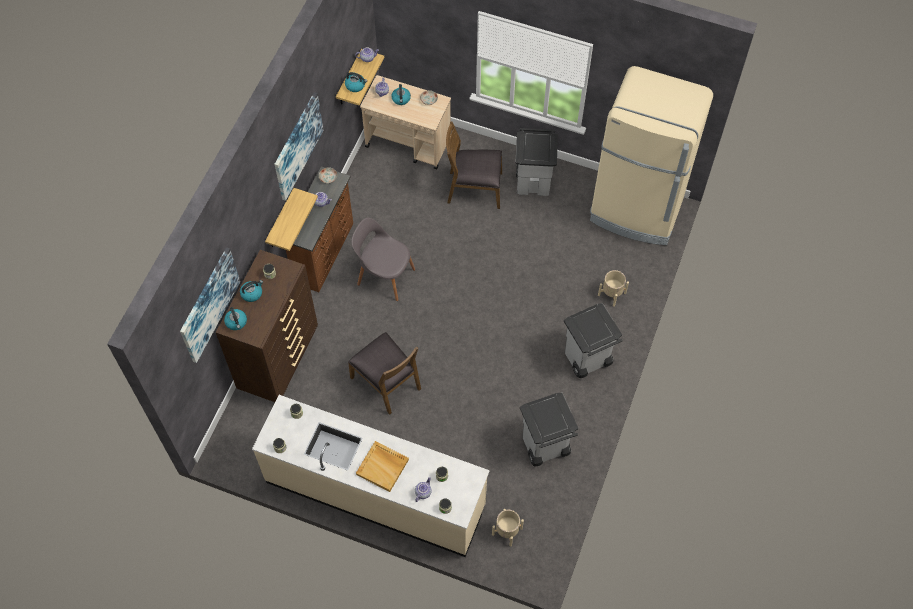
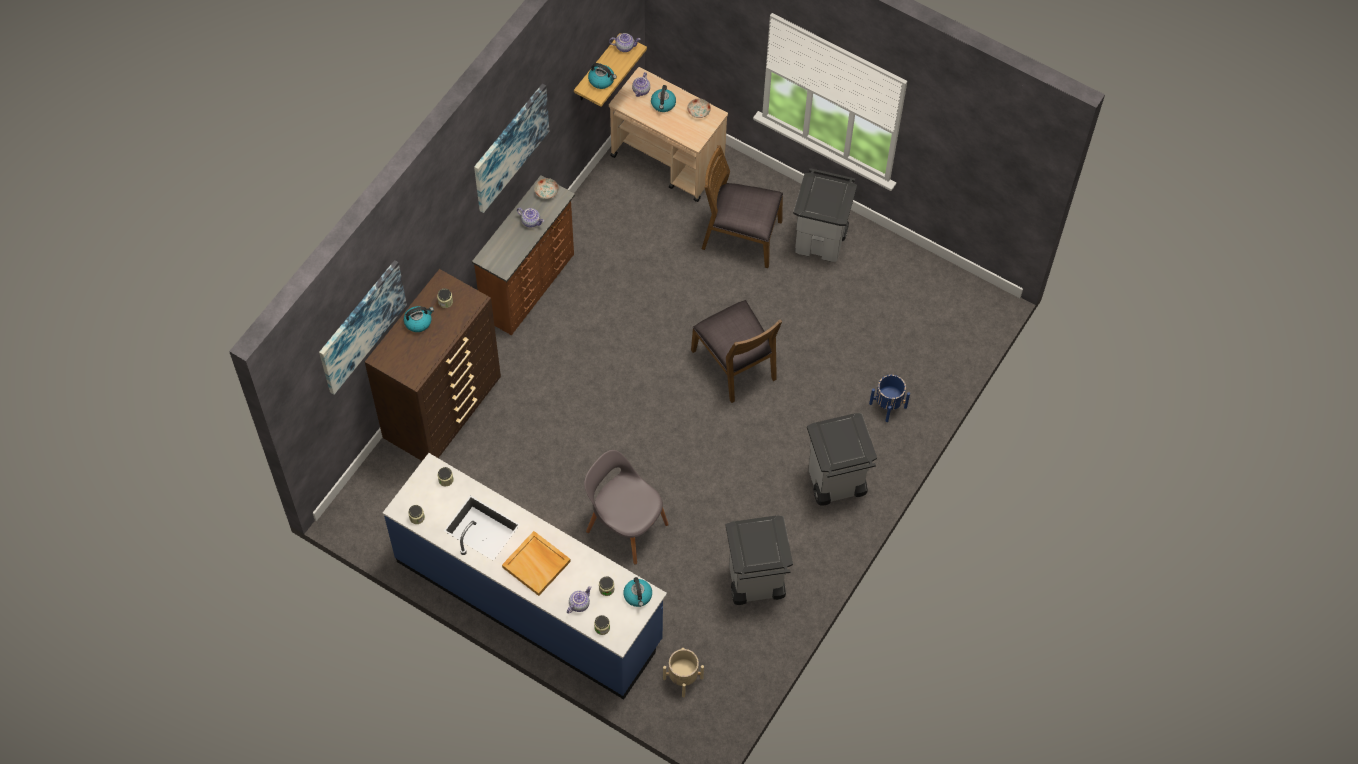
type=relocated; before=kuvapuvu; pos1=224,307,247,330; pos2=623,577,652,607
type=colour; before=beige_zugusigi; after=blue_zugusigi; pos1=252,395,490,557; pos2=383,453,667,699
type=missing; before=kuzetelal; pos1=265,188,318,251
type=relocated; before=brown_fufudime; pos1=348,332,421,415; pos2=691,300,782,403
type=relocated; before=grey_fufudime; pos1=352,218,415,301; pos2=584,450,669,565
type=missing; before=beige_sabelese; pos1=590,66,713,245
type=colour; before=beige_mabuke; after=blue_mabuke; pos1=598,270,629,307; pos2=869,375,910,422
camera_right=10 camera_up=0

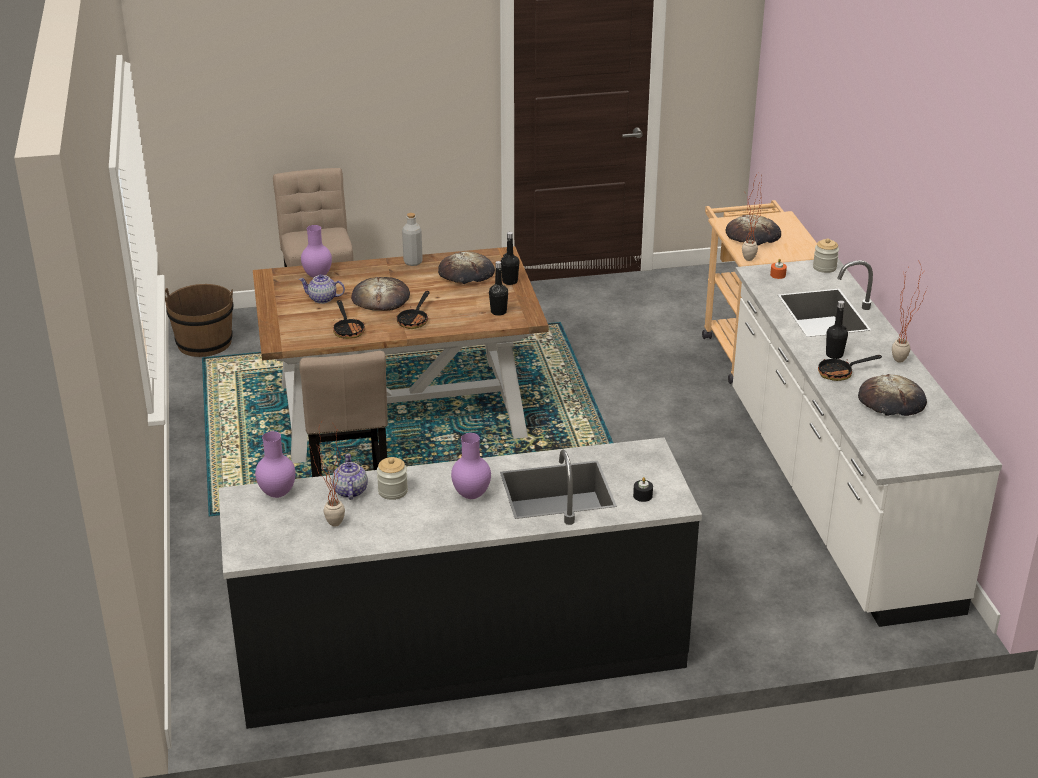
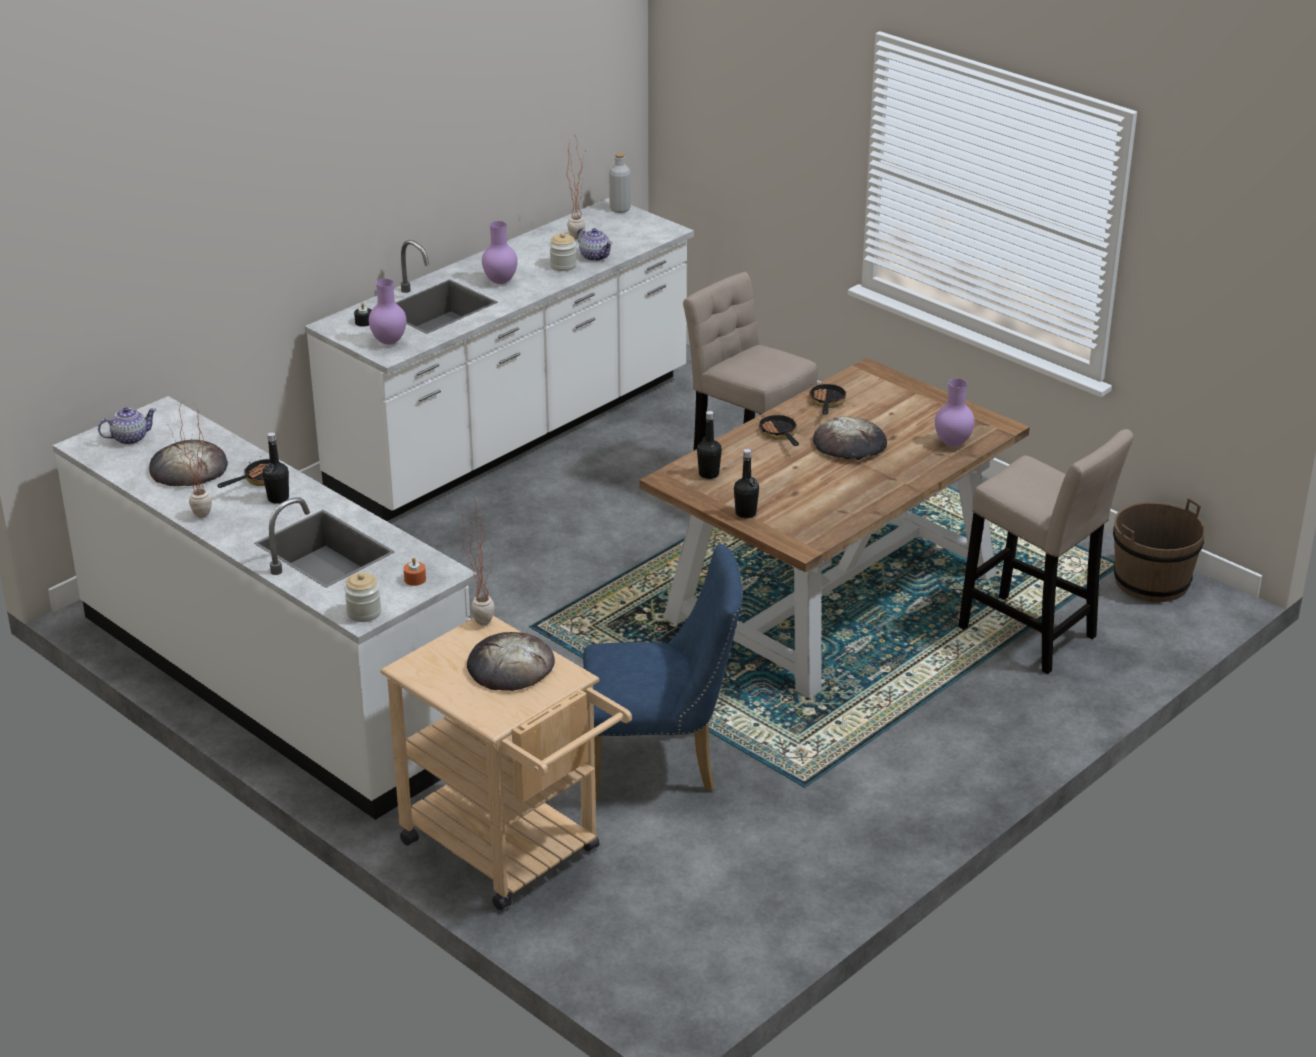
type=colour; before=black_zugusigi; after=white_zugusigi; pos1=219,438,702,729; pos2=305,198,694,521
type=relocated; before=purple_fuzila; pos1=255,431,296,498; pos2=369,279,406,345
type=relocated; before=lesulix; pos1=299,274,345,304; pos2=98,407,157,445
type=spun; before=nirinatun; pos1=333,300,365,339; pos2=809,382,846,414; turn=60
type=relocated; before=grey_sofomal; pos1=402,213,423,266; pos2=609,153,631,213
type=missing; before=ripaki; pos1=438,252,495,284
type=appeared; after=blue_fufudime; pos2=583,544,743,800
camera_right=145 camera_up=0

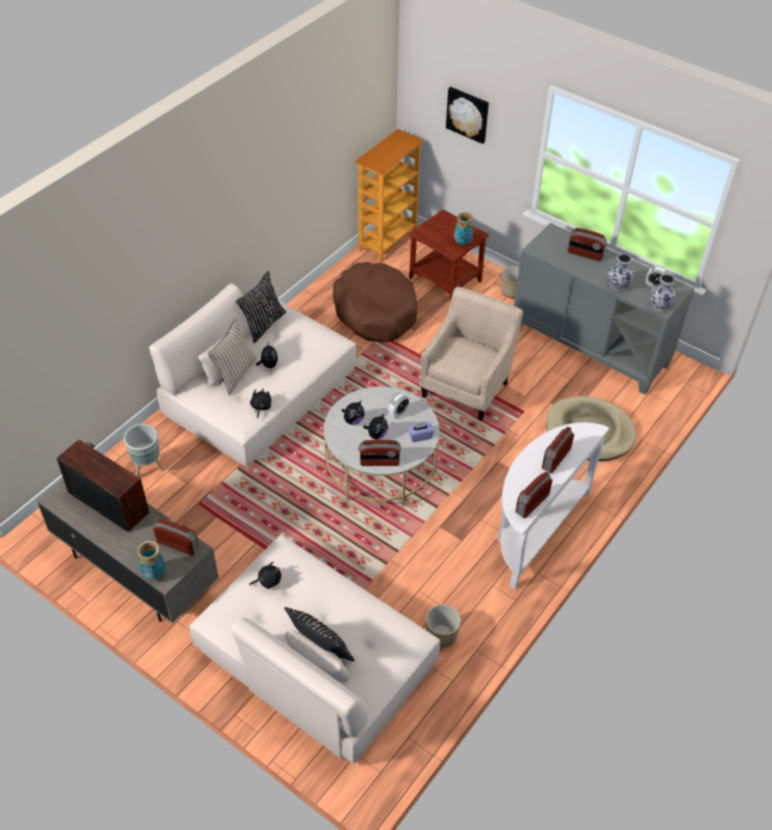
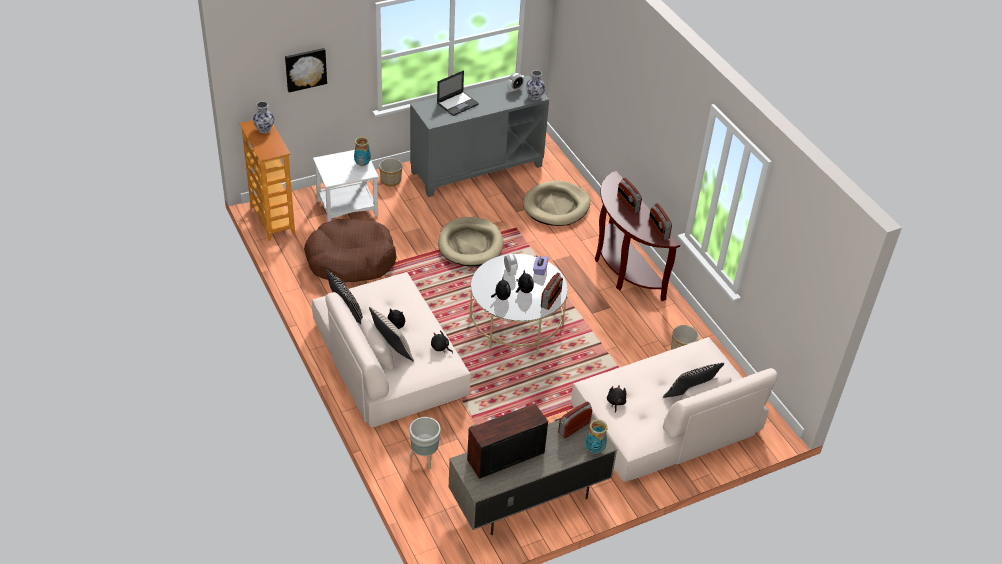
type=colour; before=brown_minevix; after=white_minevix; pos1=408,209,489,302; pos2=313,150,379,222
type=exchanged; before=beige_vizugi; after=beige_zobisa; pos1=420,286,523,421; pos2=438,217,503,267
type=colour; before=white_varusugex; after=brown_varusugex; pos1=496,422,609,589; pos2=595,171,680,301
type=exchanged; before=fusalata; after=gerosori; pos1=568,228,607,261; pos2=437,70,479,116
type=relocated; before=fuzila; pos1=608,254,633,291; pos2=253,102,274,133
camera_right=-65 camera_up=-5

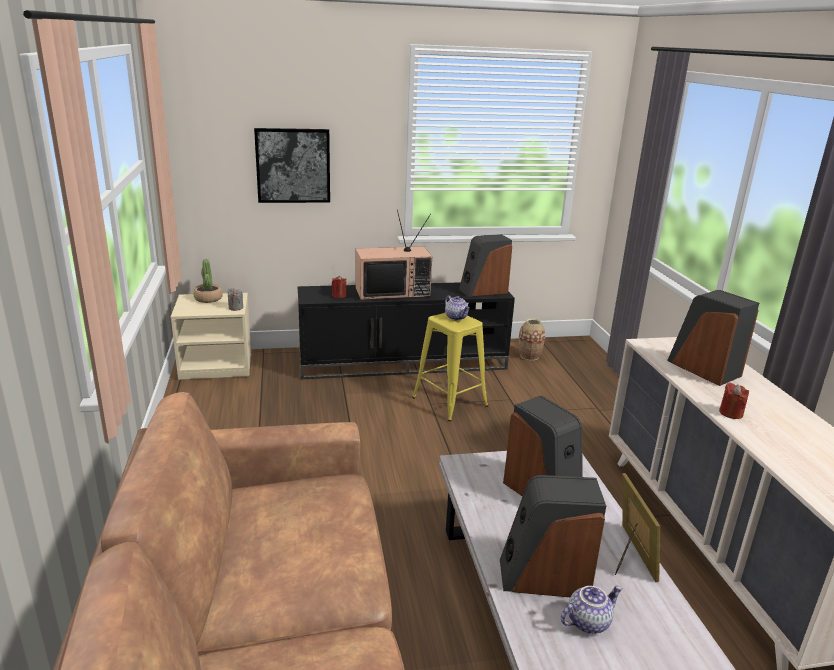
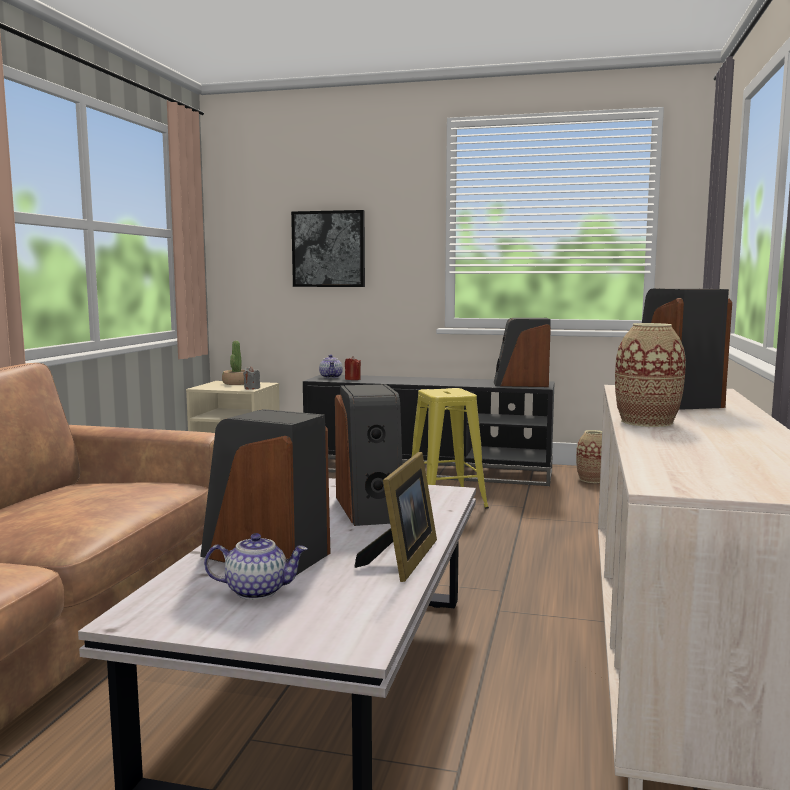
type=missing; before=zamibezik; pos1=355,209,432,300
type=relocated; before=lesulix; pos1=445,295,470,320; pos2=319,354,343,378
type=exchanged; before=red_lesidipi; after=fuzila; pos1=719,382,749,419; pos2=615,323,686,427
camera_right=25 camera_up=-15

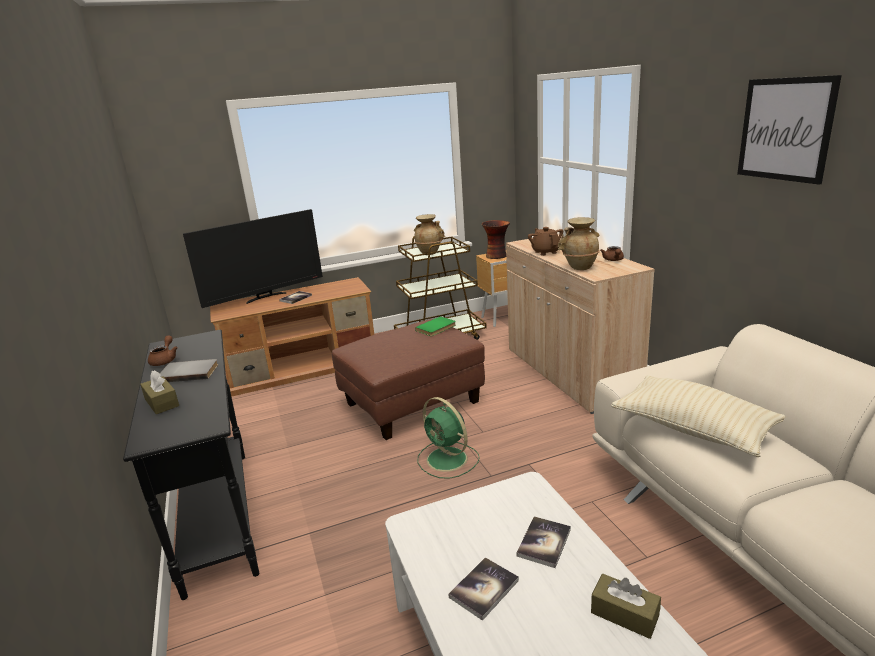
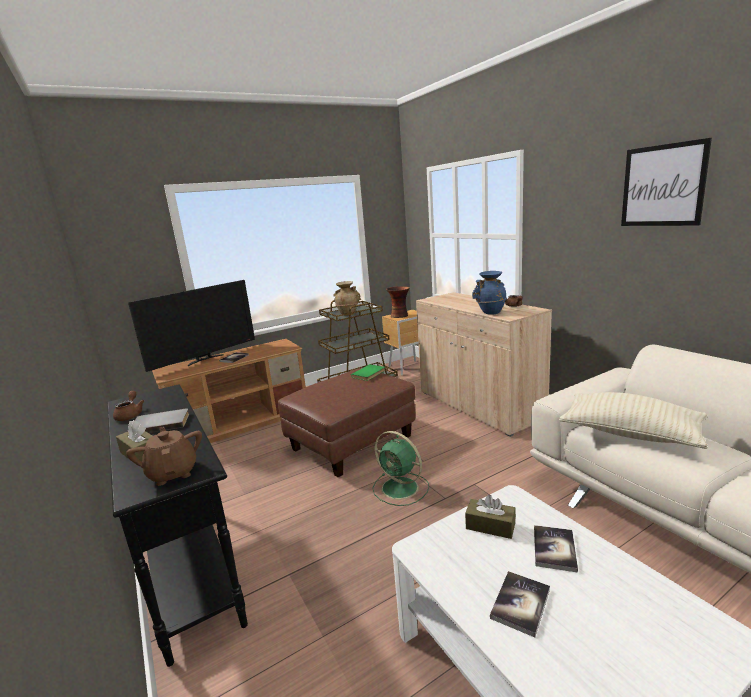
type=relocated; before=brown_lesulix; pos1=528,227,563,256; pos2=126,427,202,486
type=colour; before=beige_fuzila; after=blue_fuzila; pos1=558,217,600,270; pos2=472,271,507,314
type=relocated; before=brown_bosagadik; pos1=591,574,661,639; pos2=465,495,516,539
camera_right=-10 camera_up=-5

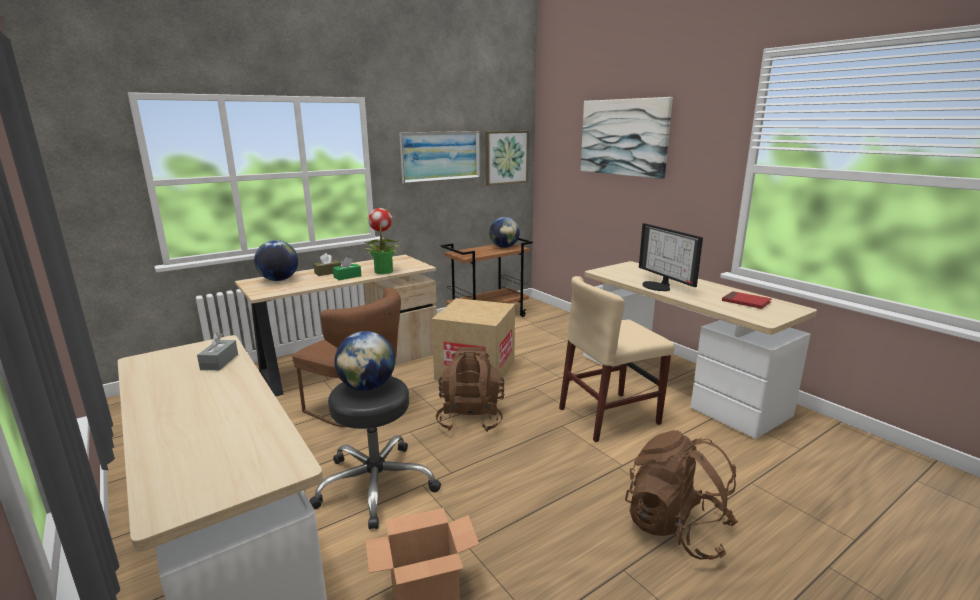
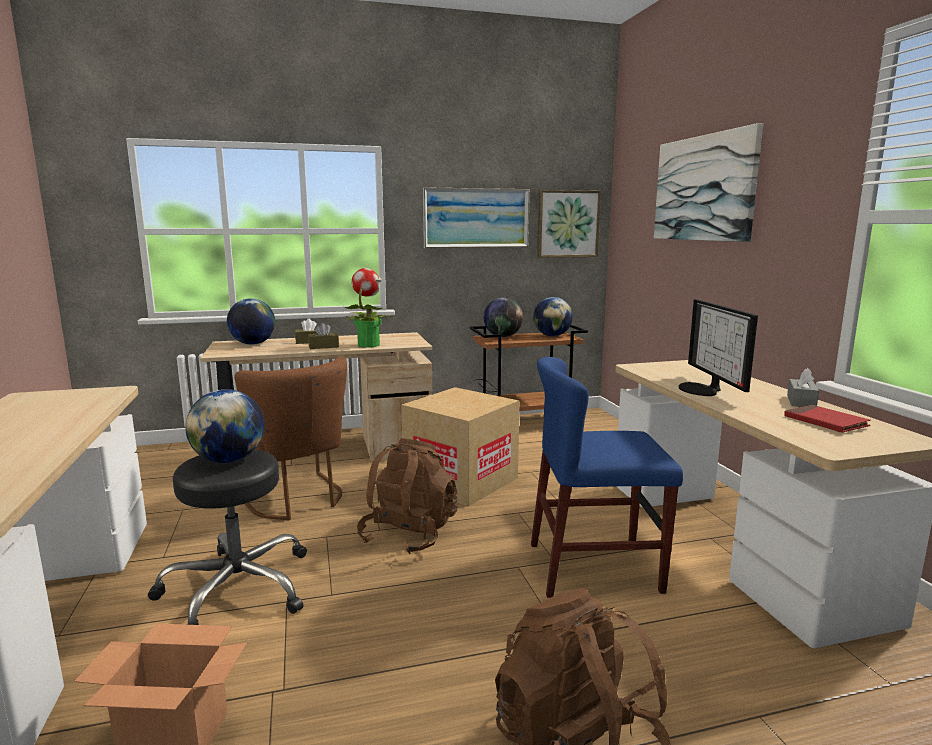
type=relocated; before=grey_bosagadik; pos1=197,332,238,370; pos2=787,368,819,407
type=colour; before=green_bosagadik; after=brown_bosagadik; pos1=333,257,361,280; pos2=308,323,339,349
type=colour; before=beige_fufudime; after=blue_fufudime; pos1=559,276,674,442; pos2=531,357,683,598
type=appeared; after=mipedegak; pos2=484,297,523,337
camera_right=20 camera_up=-5

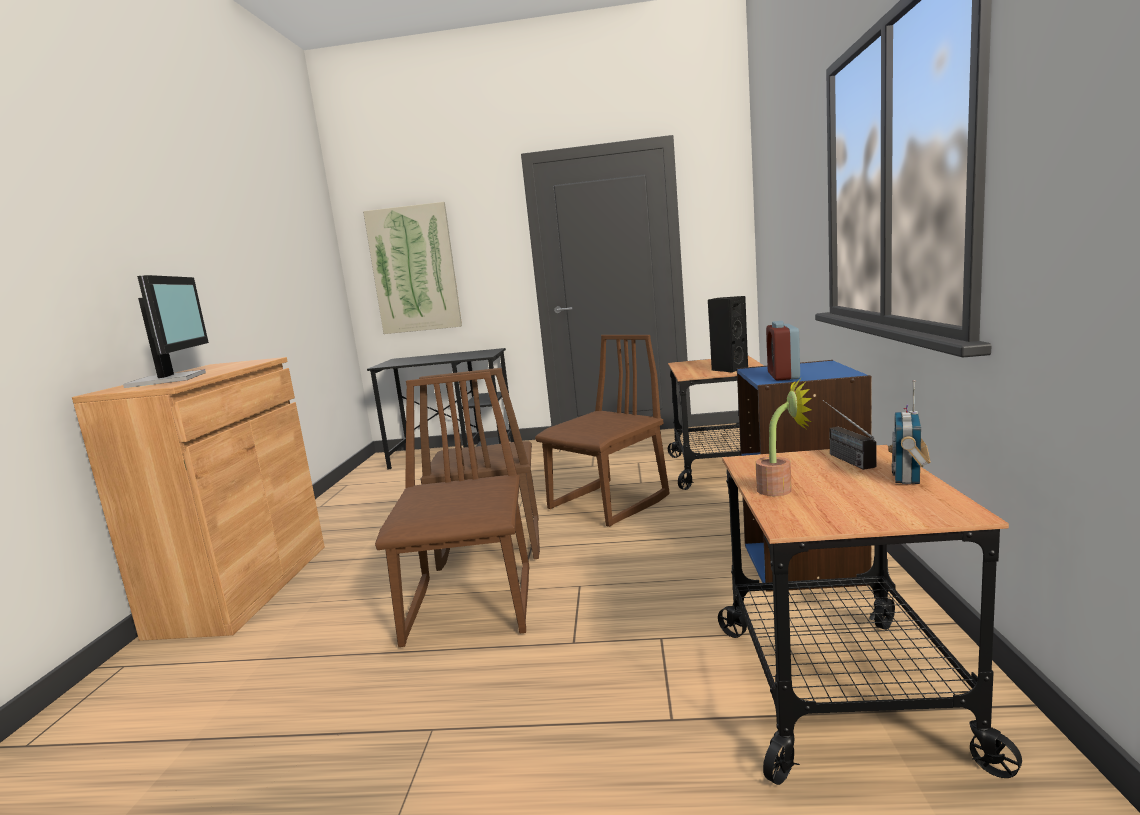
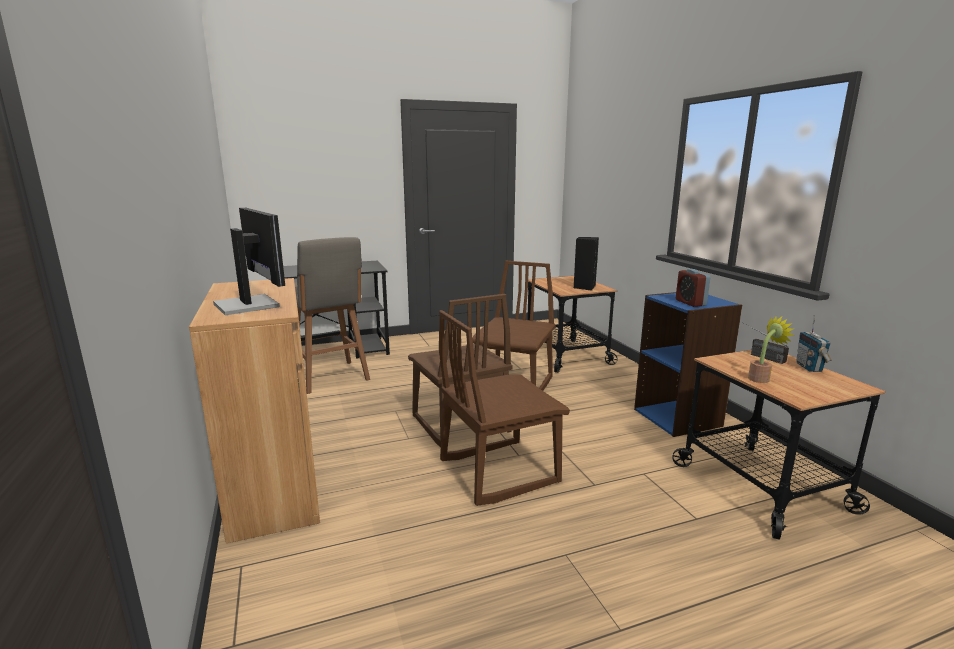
type=missing; before=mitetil; pos1=363,202,462,334
type=spun; before=brown_fufudime; pos1=375,372,529,647; pos2=439,310,570,506; turn=-90
type=appeared; after=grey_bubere; pos2=295,237,370,394
camera_right=-25 camera_up=5

